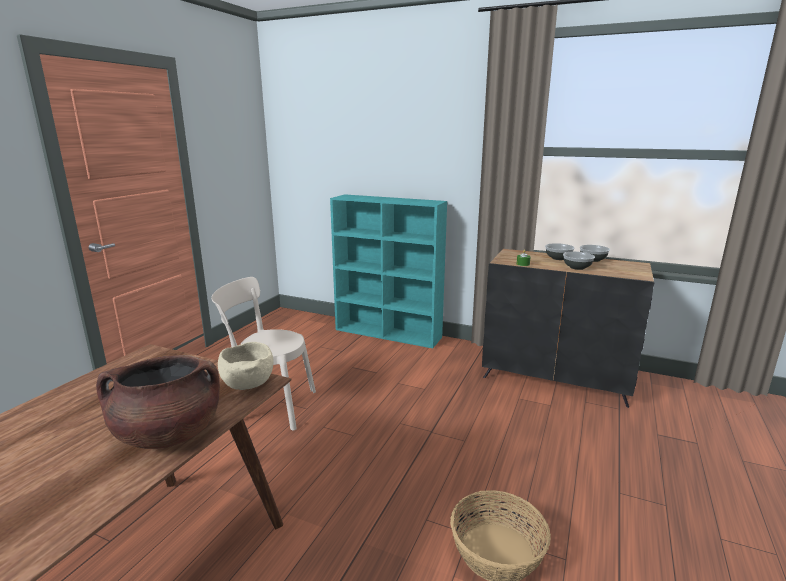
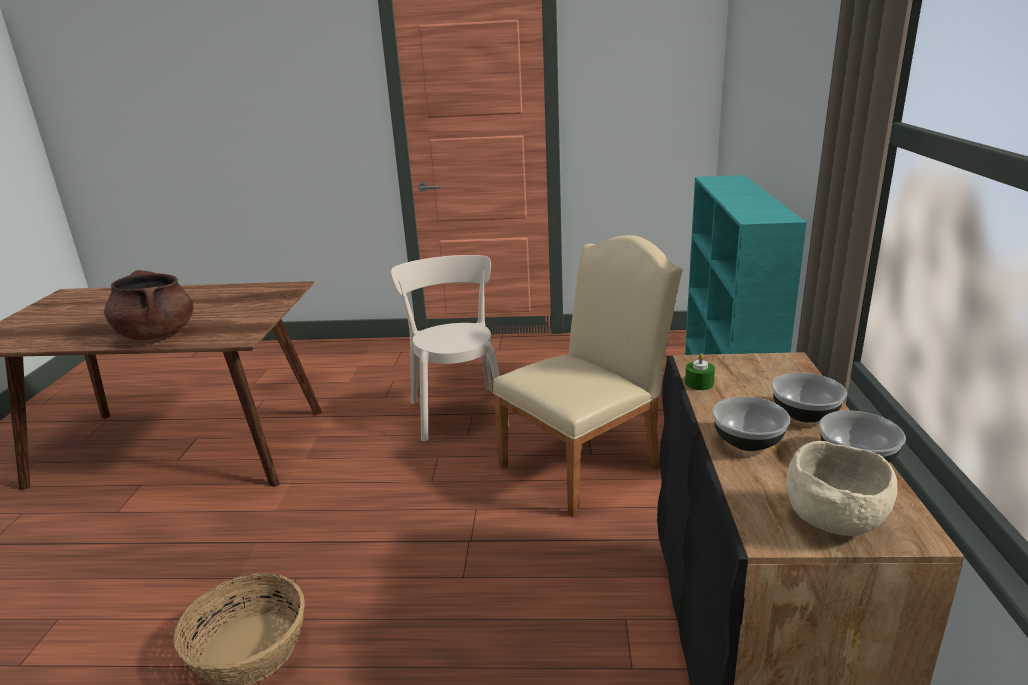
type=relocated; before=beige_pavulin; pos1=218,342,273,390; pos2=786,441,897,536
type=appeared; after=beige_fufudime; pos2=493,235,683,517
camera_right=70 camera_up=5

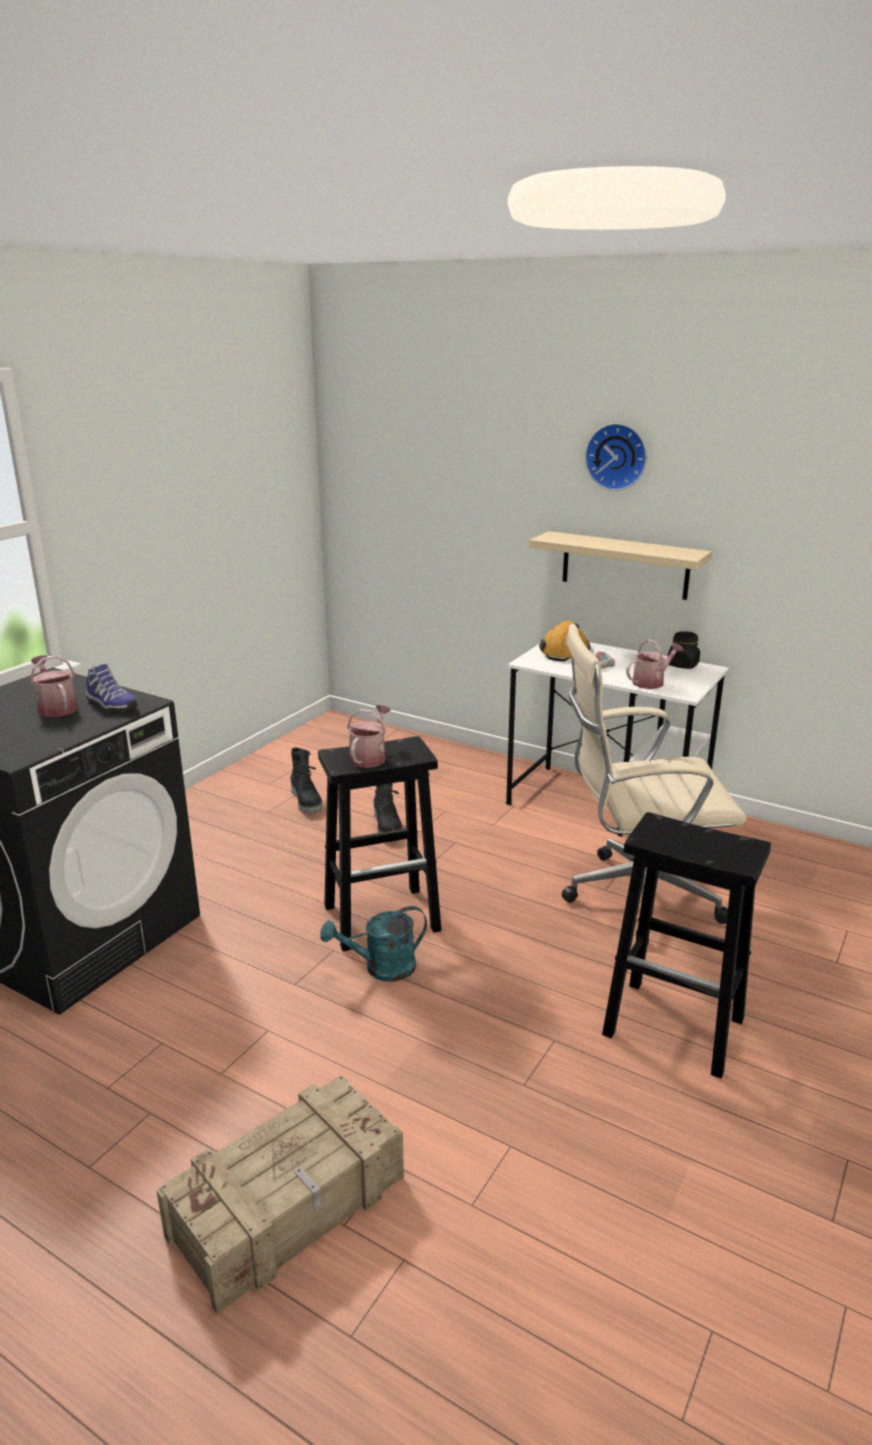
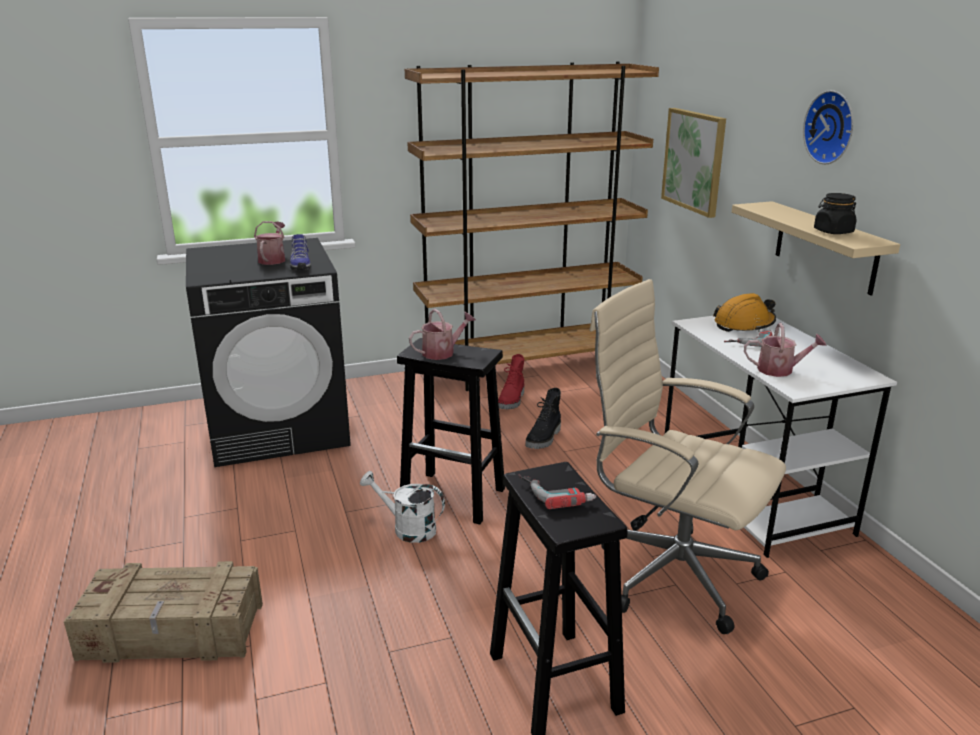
type=colour; before=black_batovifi; after=red_batovifi; pos1=290,747,322,813; pos2=498,354,525,409
type=colour; before=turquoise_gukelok; after=white_gukelok; pos1=320,906,427,982; pos2=360,471,445,543
type=relocated; before=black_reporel; pos1=668,631,700,669; pos2=814,193,856,234
type=appeared; after=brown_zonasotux; pos2=405,62,659,391
type=appeared; after=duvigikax; pos2=518,474,596,509
type=appeared; after=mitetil; pos2=661,108,726,218
camera_right=40 camera_up=0

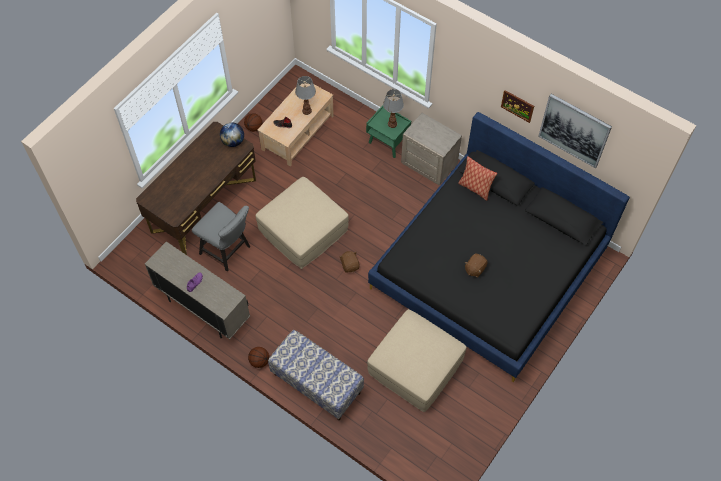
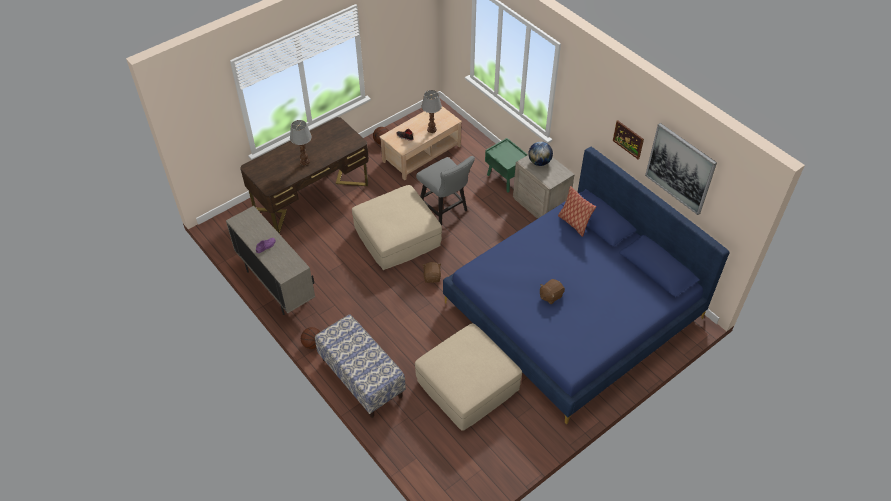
type=relocated; before=grey_fufudime; pos1=192,202,250,271; pos2=416,156,475,226
type=relocated; before=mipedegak; pos1=220,123,244,147; pos2=528,141,553,166
type=colour; before=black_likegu; after=blue_likegu; pos1=368,112,630,382; pos2=443,147,730,424
type=relocated; before=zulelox; pos1=383,89,404,128; pos2=290,120,312,166
camera_right=15 camera_up=-10

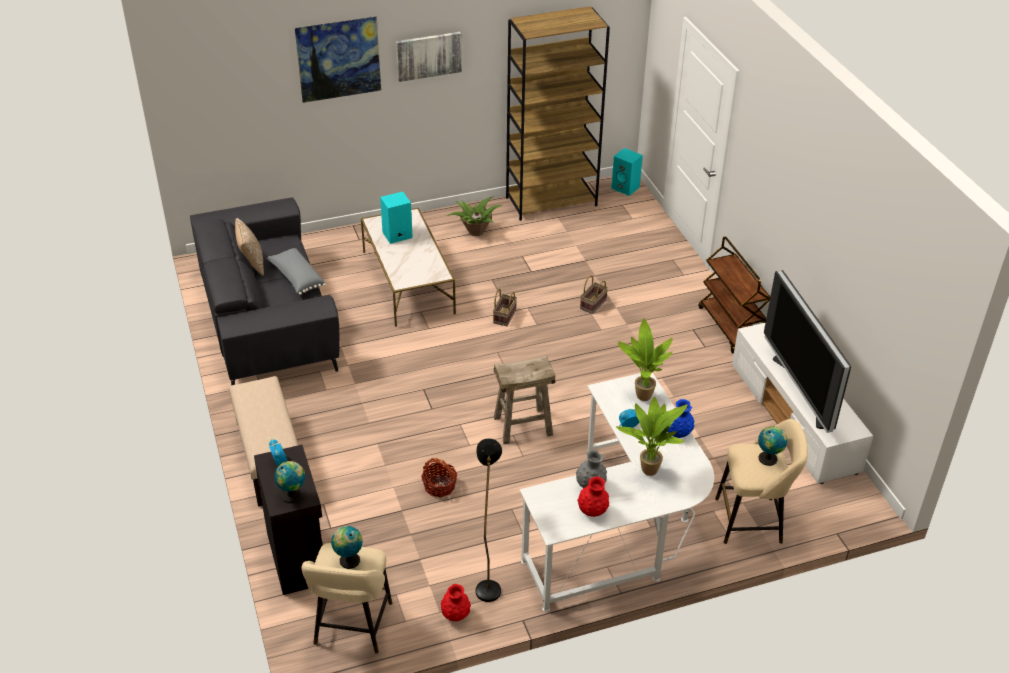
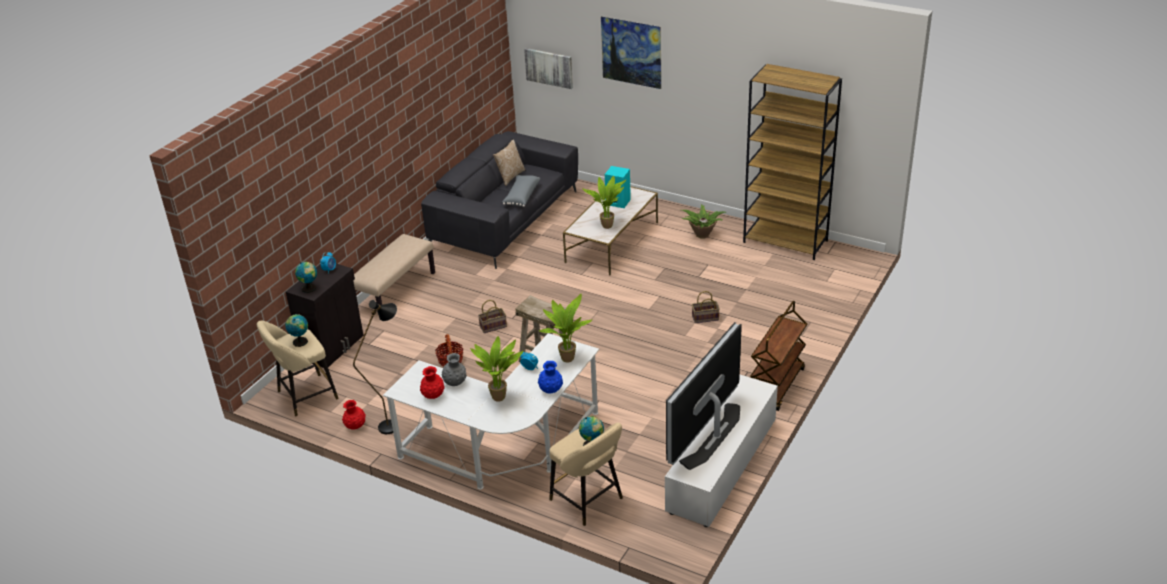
type=relocated; before=mitetil; pos1=396,32,462,82; pos2=524,48,573,89
type=relocated; before=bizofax; pos1=493,288,517,326; pos2=478,300,507,333
type=missing; before=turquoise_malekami; pos1=611,148,643,196
type=appeared; after=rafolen; pos2=582,175,627,229
camera_right=50 camera_up=-5

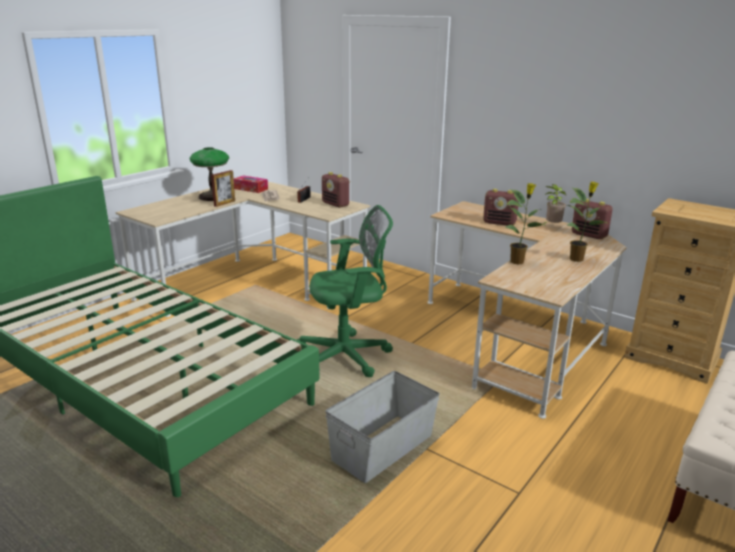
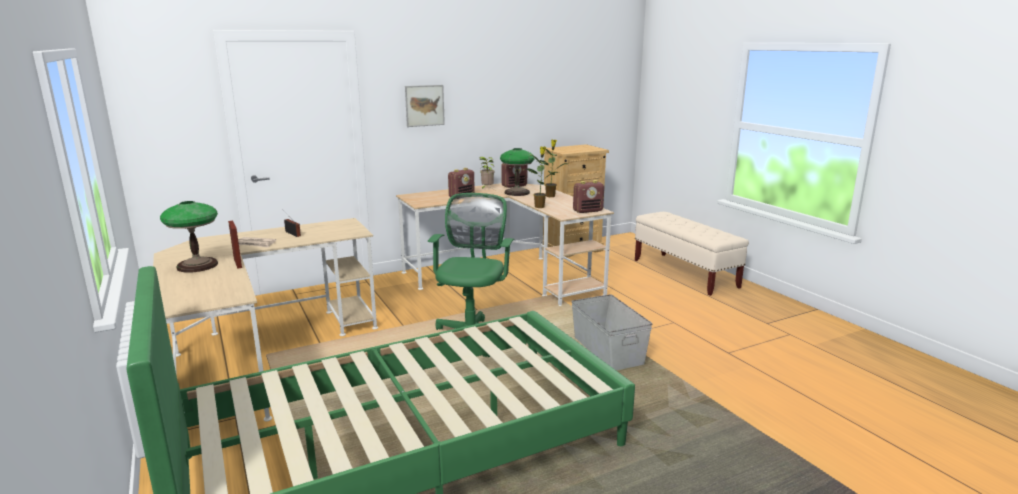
type=missing; before=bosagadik; pos1=234,175,268,193
type=relocated; before=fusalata; pos1=322,172,350,208; pos2=573,180,604,213
type=appeared; after=mitetil; pos2=405,85,445,127
type=appeared; after=zulelox; pos2=500,148,534,196
camera_right=-65 camera_up=-5

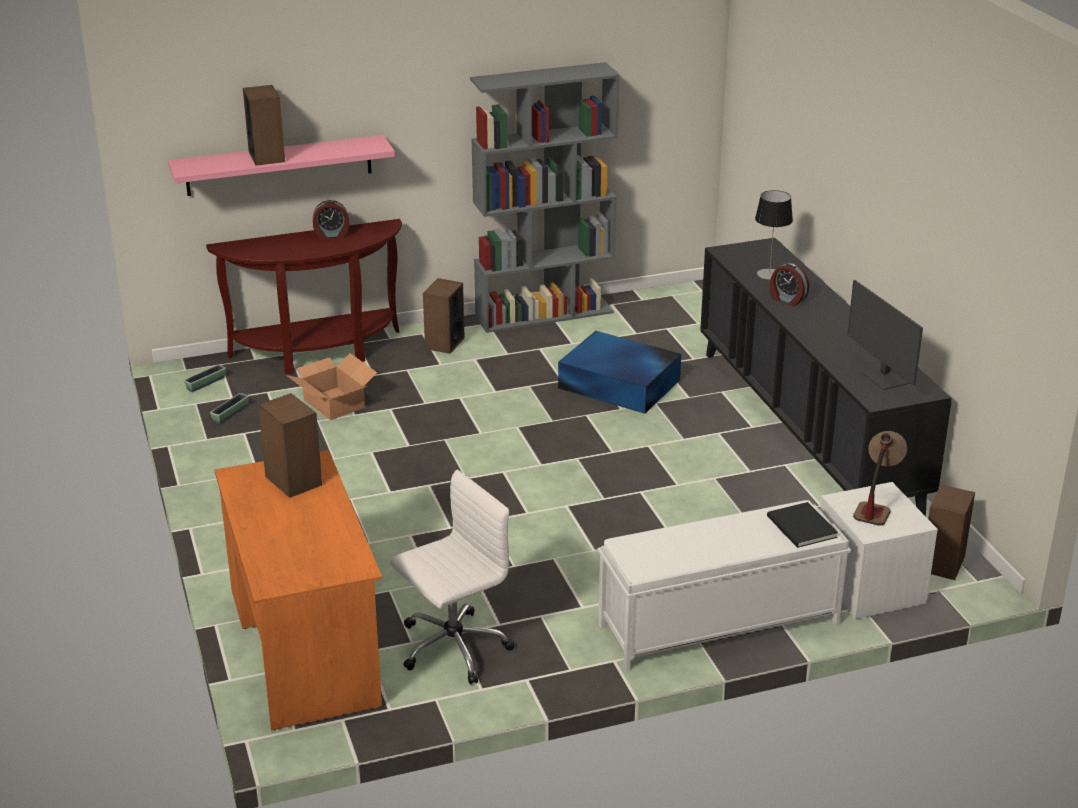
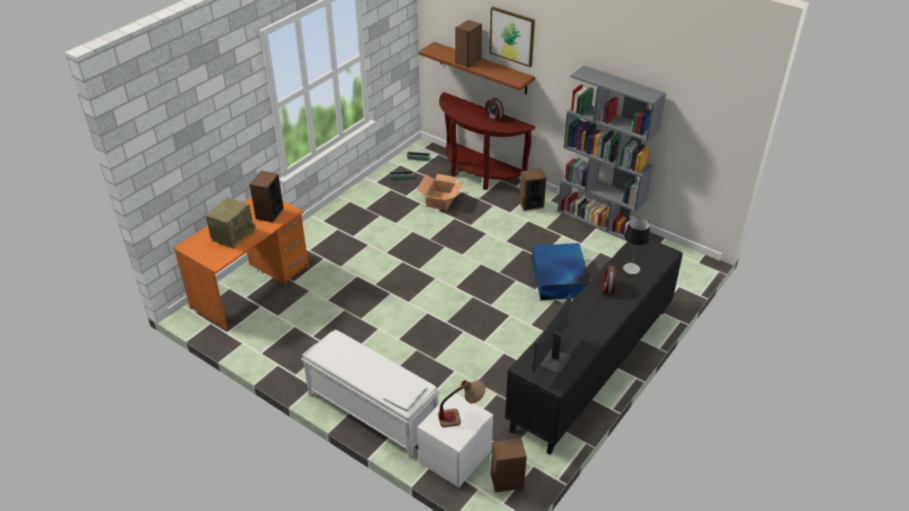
type=colour; before=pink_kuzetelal; after=brown_kuzetelal; pos1=168,135,395,196; pos2=418,42,535,95
type=missing; before=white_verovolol; pos1=390,470,514,684
type=colour; before=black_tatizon; after=white_tatizon; pos1=767,502,838,548; pos2=383,375,427,412
type=appeared; after=fusalata; pos2=205,197,255,248
type=appeared; after=mitetil; pos2=489,7,535,67
camera_right=55 camera_up=10

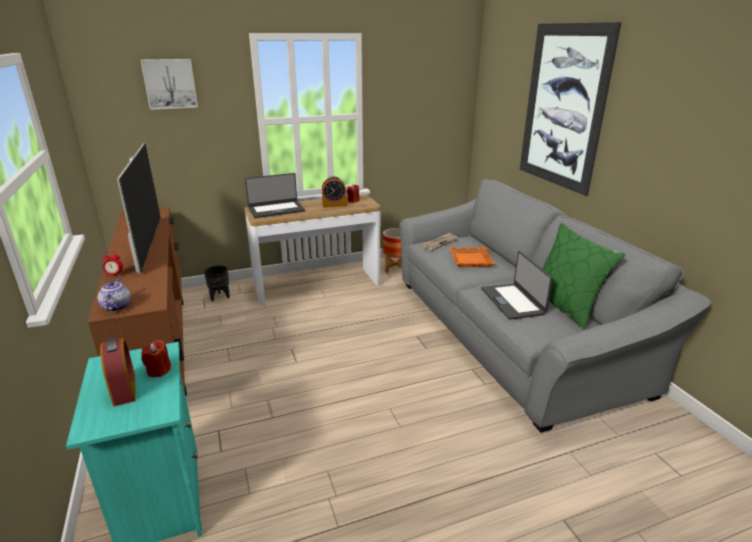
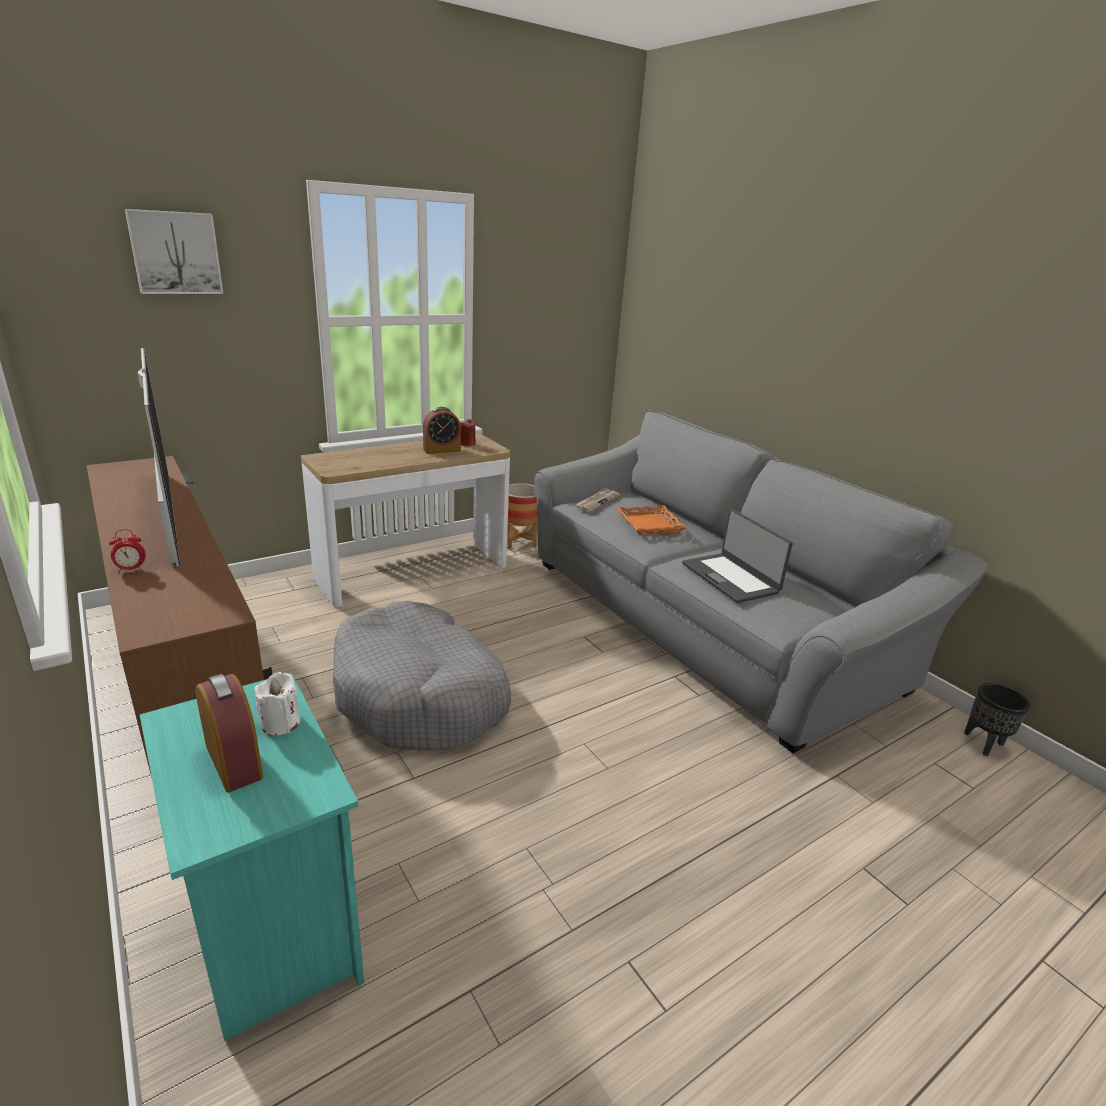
type=missing; before=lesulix; pos1=98,278,130,312
type=colour; before=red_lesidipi; after=white_lesidipi; pos1=142,340,171,377; pos2=255,672,301,735
type=relocated; before=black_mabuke; pos1=204,265,230,301; pos2=964,683,1030,756
type=missing; before=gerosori; pos1=245,173,305,218
type=missing; before=mitetil; pos1=520,22,621,196
type=missing; before=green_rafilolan; pos1=542,223,625,330
type=appeared; after=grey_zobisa; pos2=333,601,511,750
camera_right=-15 camera_up=0

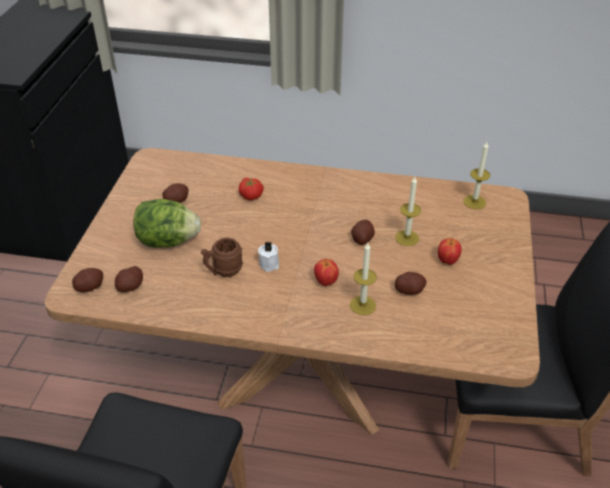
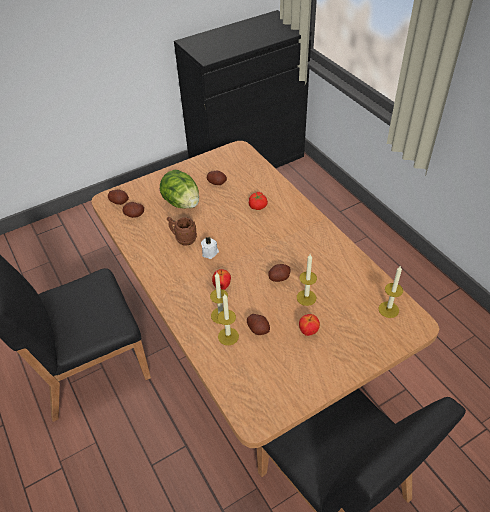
type=appeared; after=lesidipi; pos2=217,294,239,345
camera_right=50 camera_up=5

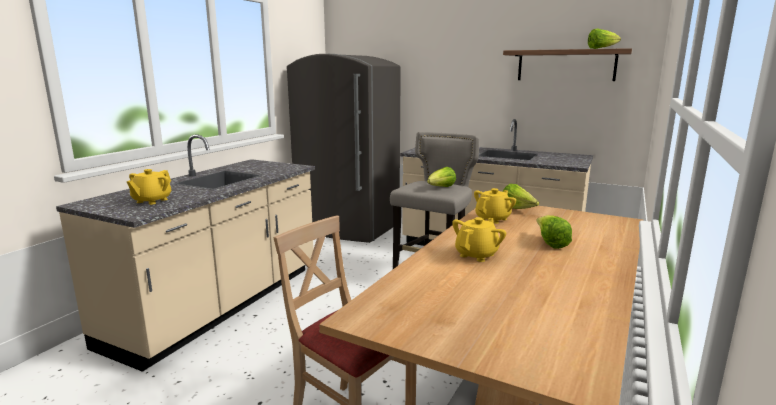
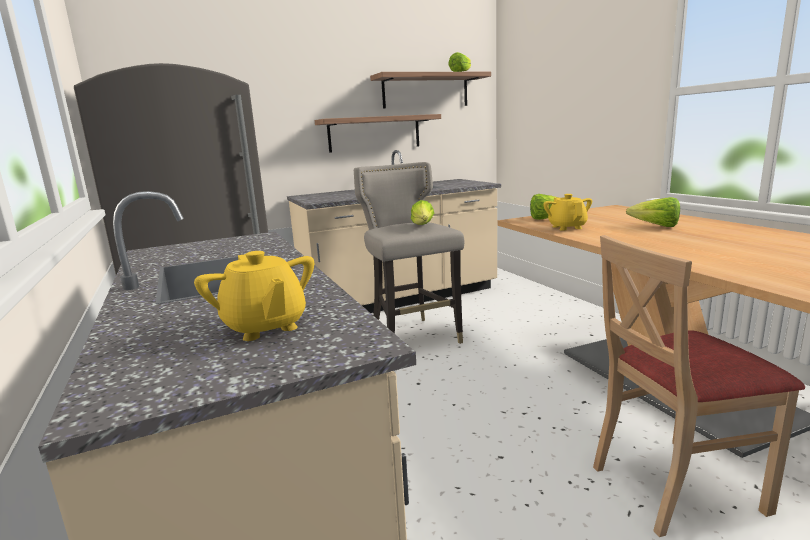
type=missing; before=yellow_lesulix; pos1=452,217,506,262
type=appeared; after=kuzetelal; pos2=315,114,441,153
camera_right=-50 camera_up=0

